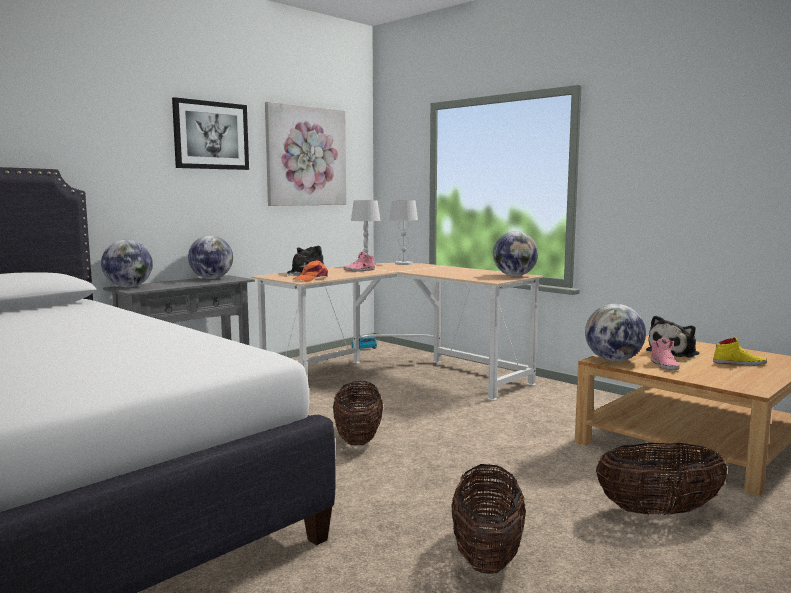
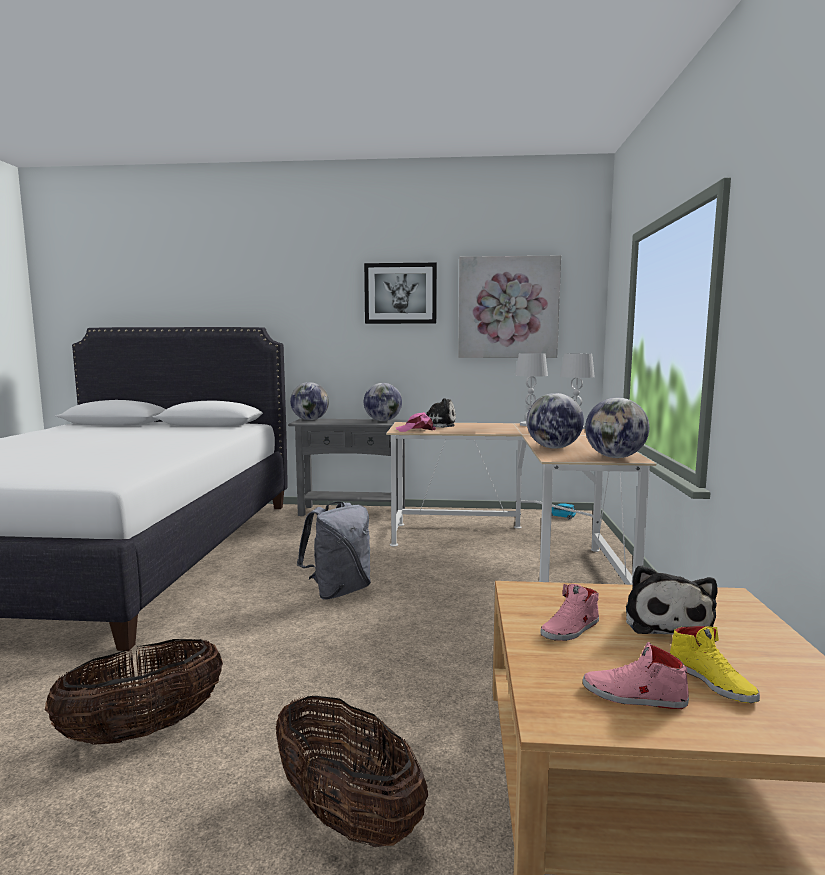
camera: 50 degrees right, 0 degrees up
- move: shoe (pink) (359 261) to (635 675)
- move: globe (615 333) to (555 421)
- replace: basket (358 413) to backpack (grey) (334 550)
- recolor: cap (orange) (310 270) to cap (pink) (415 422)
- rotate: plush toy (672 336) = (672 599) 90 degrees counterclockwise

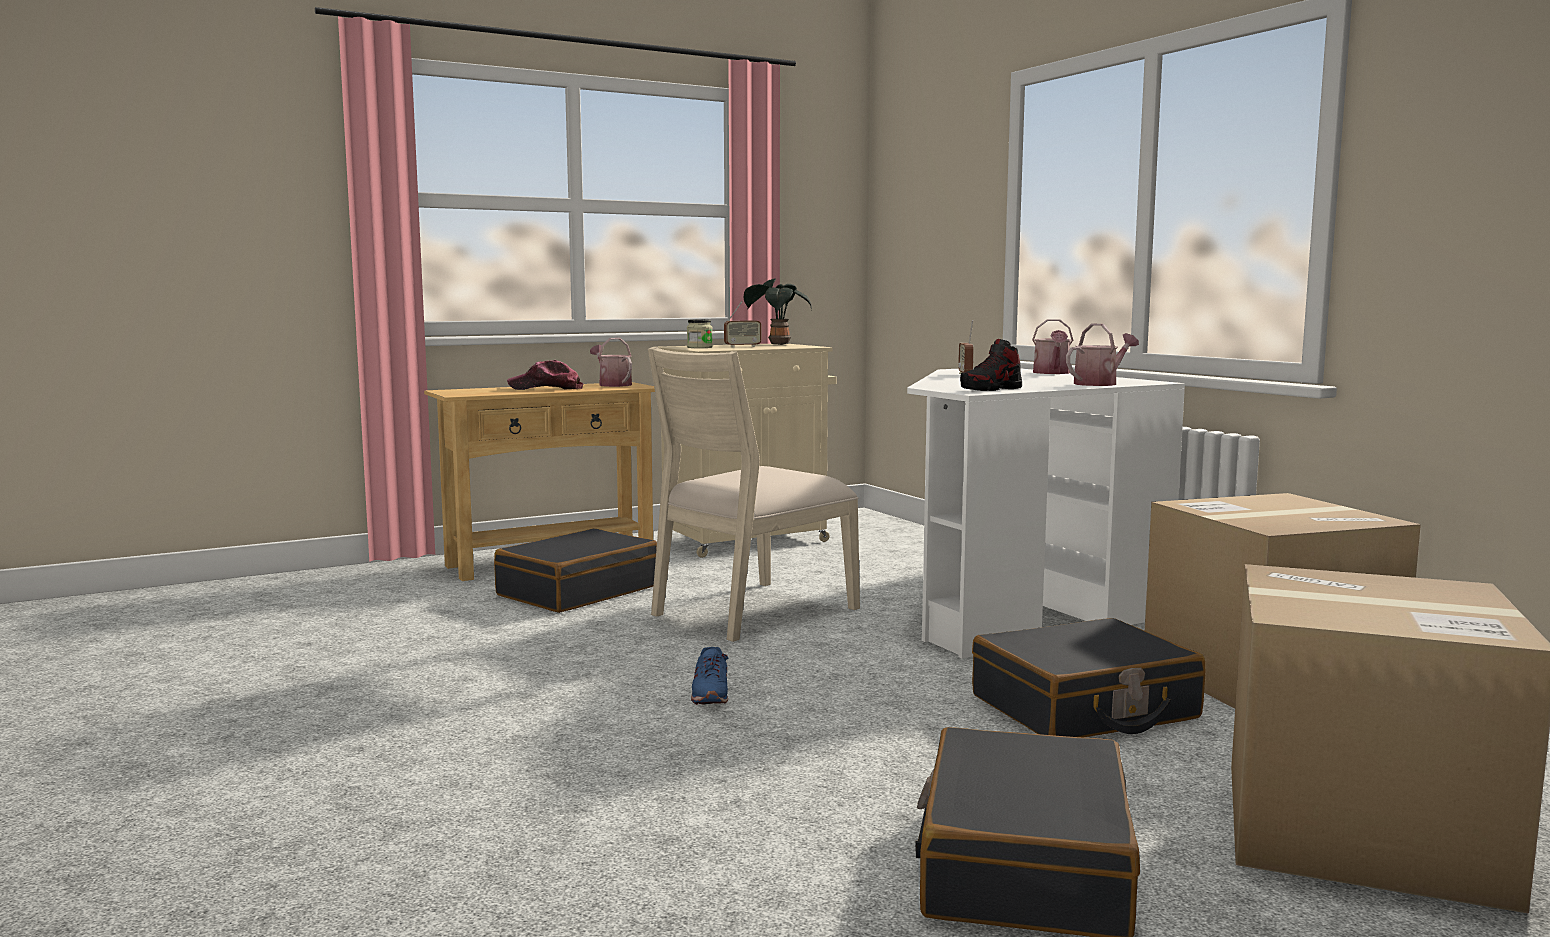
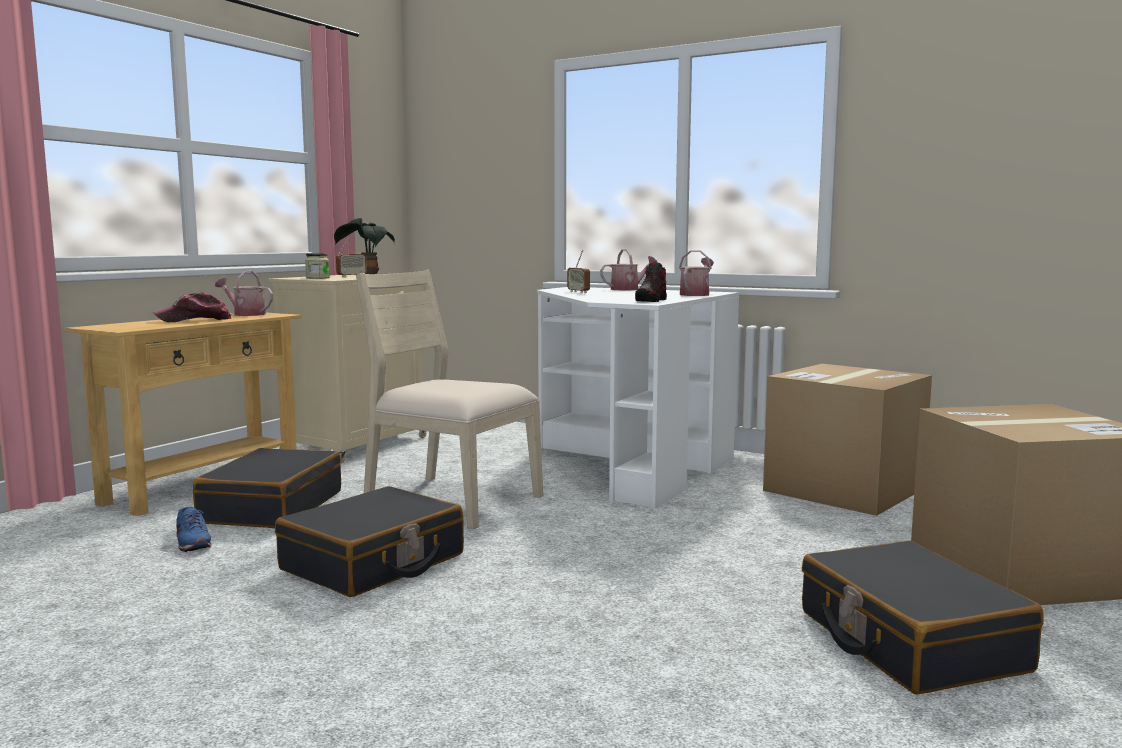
camera: 30 degrees left, 0 degrees up
- move: shoe (blue) (710 676) to (193 529)
- move: suitcase (black) (1088 677) to (369 541)
- rotate: chair (beige) (754 494) = (449 399) 105 degrees clockwise
- rotate: watering can (1052 346) = (629 269) 90 degrees counterclockwise

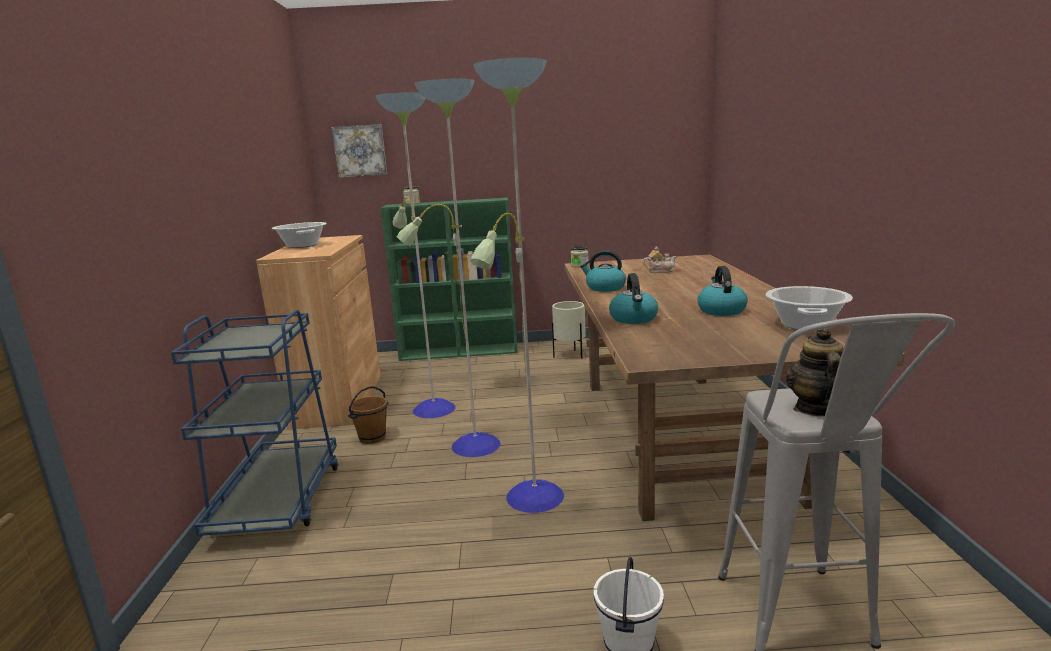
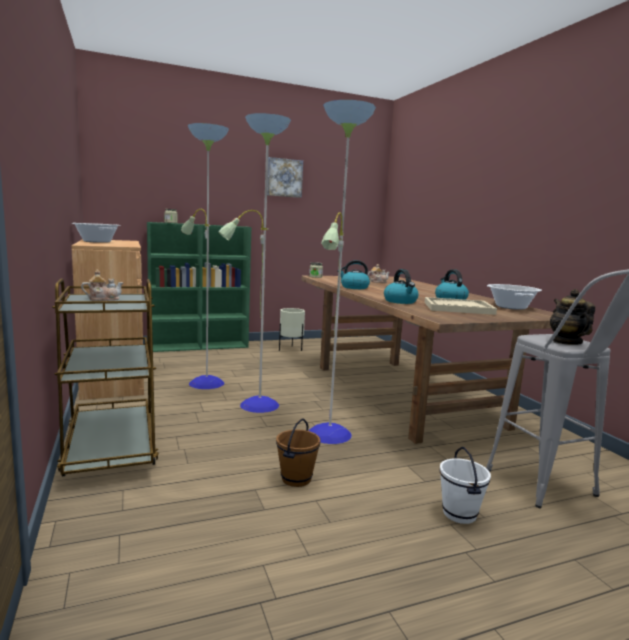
camera: 20 degrees left, 5 degrees down
- insert: teapot (102 285)
- insert: tray (beige) (460 306)
- move: picture (359 151) to (285 177)
- move: bucket (brown) (368 415) to (298 453)
- recolor: cart (blue) (255 422) to cart (brown) (105 377)

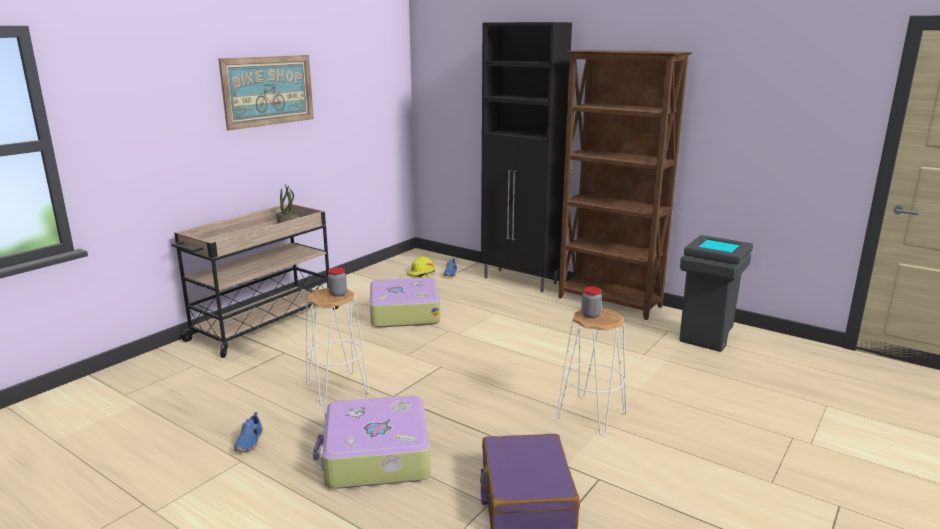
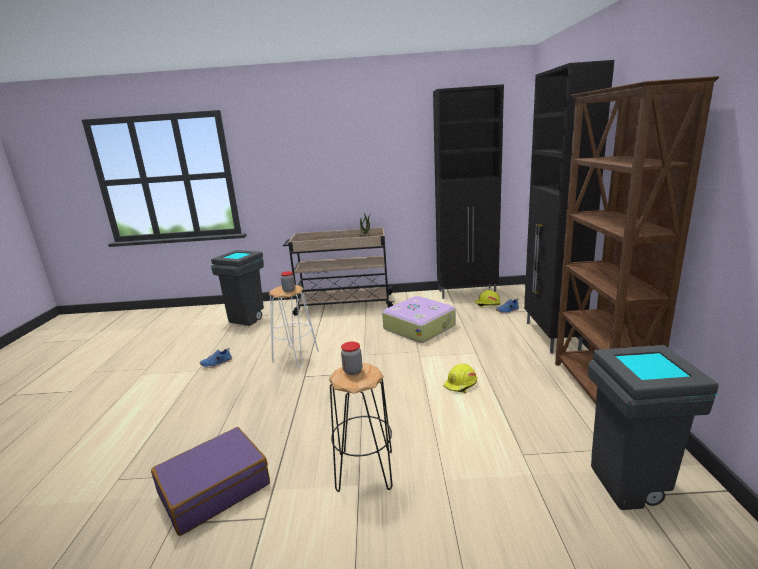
camera: 55 degrees right, 0 degrees up
- delete: picture (266 93)
- delete: suitcase (372 442)
- insert: trash can (grey) (237 288)
- insert: cabinet (black) (468 191)
- insert: hard hat (yellow) (460 378)
- recolor: stool (white) (592 372) to stool (black) (361 427)

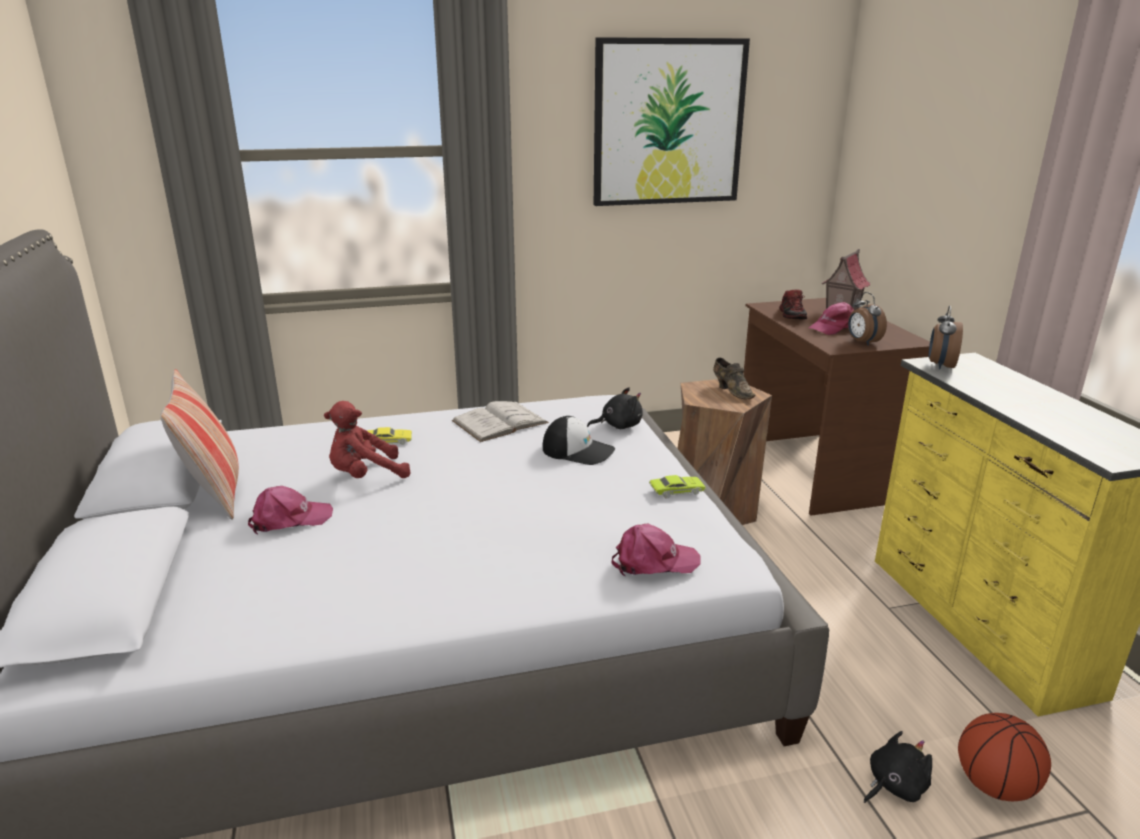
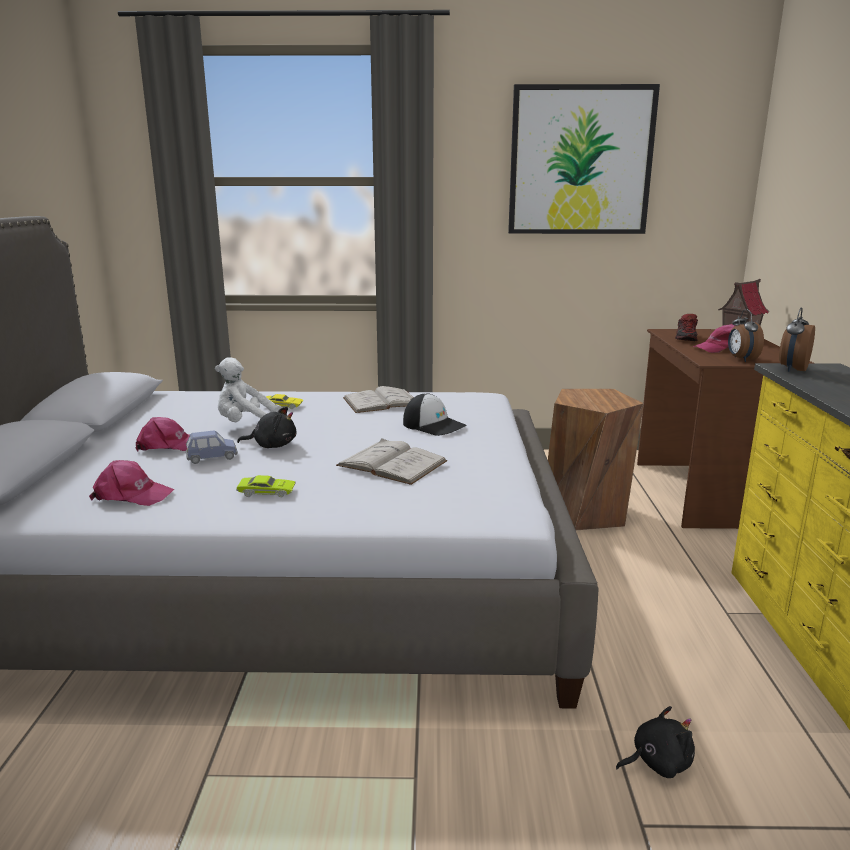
camera: 15 degrees right, 5 degrees down
- delete: pillow (199 444)
- delete: shoe (brown) (734 378)
- delete: basketball (1004 757)
- insert: toy car (blue) (212 447)
- insert: book (white) (391 461)
- move: plush toy (black) (615 408) to (266 427)
- move: cap (pink) (656 549) to (131 483)
- move: toy car (green) (677 486) to (266 486)
- recolor: plush toy (red) (367 439) to plush toy (white) (248 389)

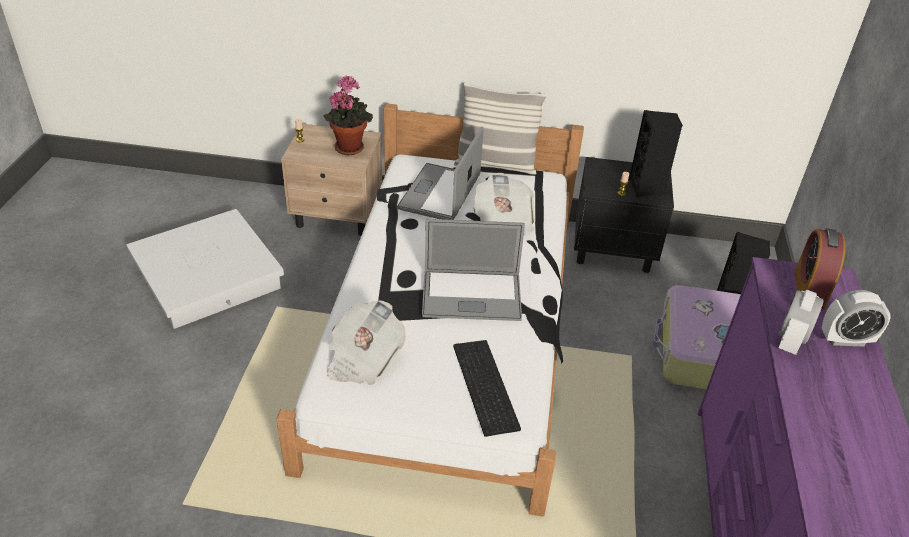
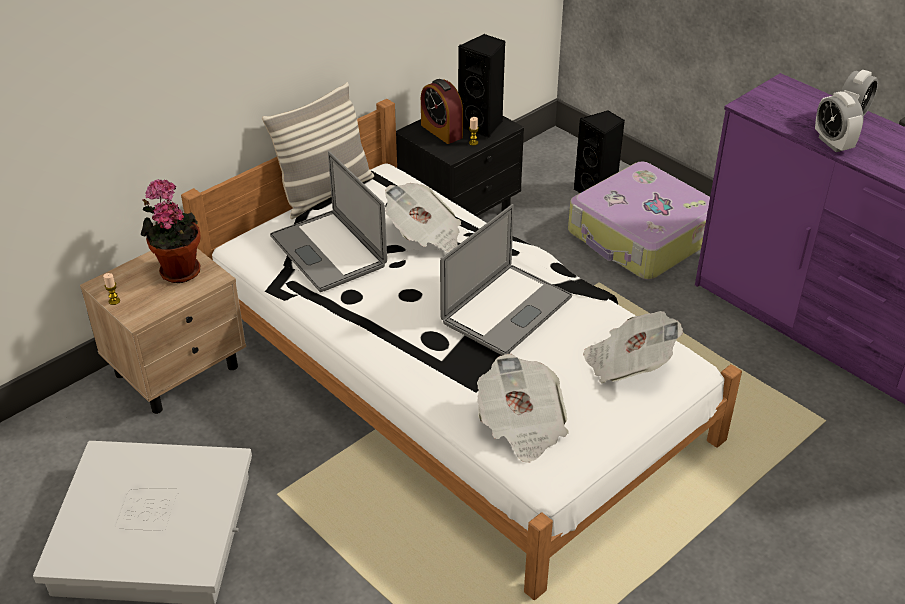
camera: 50 degrees left, 0 degrees up
- move: alarm clock (820 269) to (442 111)
- replace: keyboard (487 388) to newspaper (633 347)

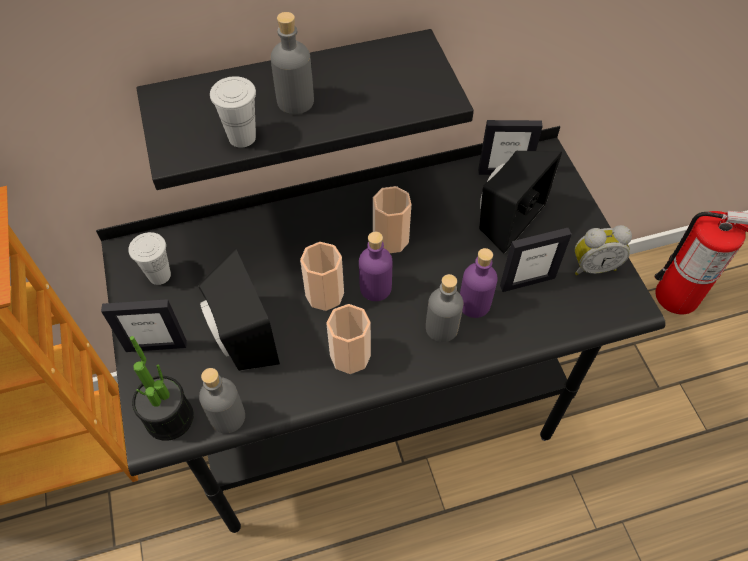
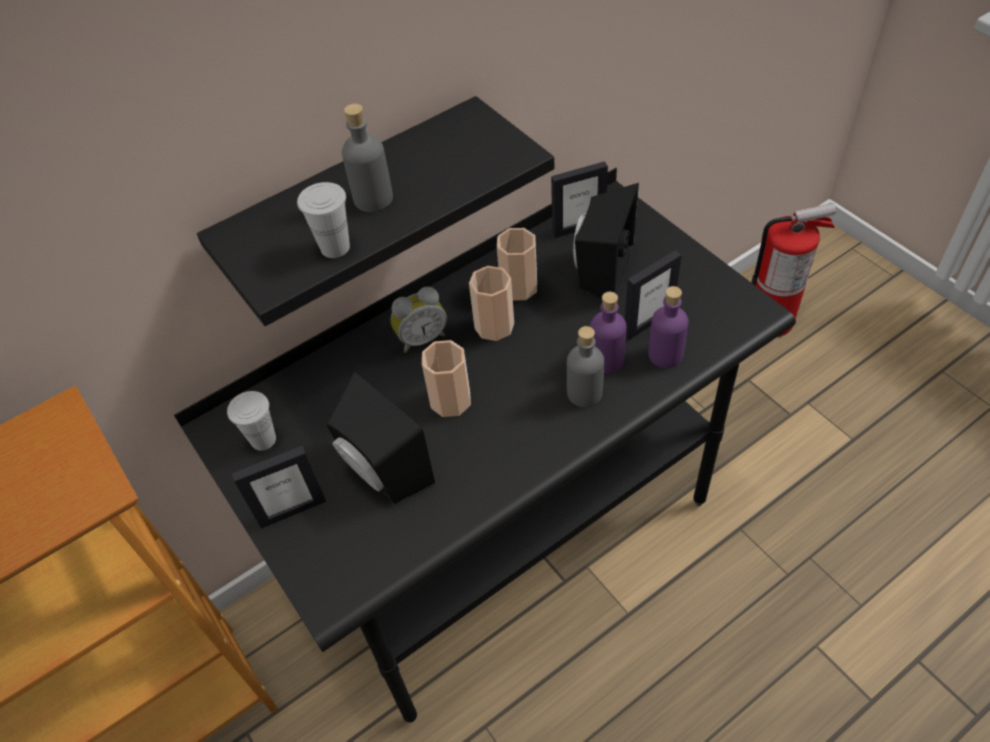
camera: 15 degrees left, 5 degrees down
- delete: potted plant (162 388)
- delete: bottle (grey) (222 401)
- move: cup (348 339) to (517 264)
- move: bottle (purple) (375 266) to (668 327)
- move: alarm clock (603 250) to (418 320)

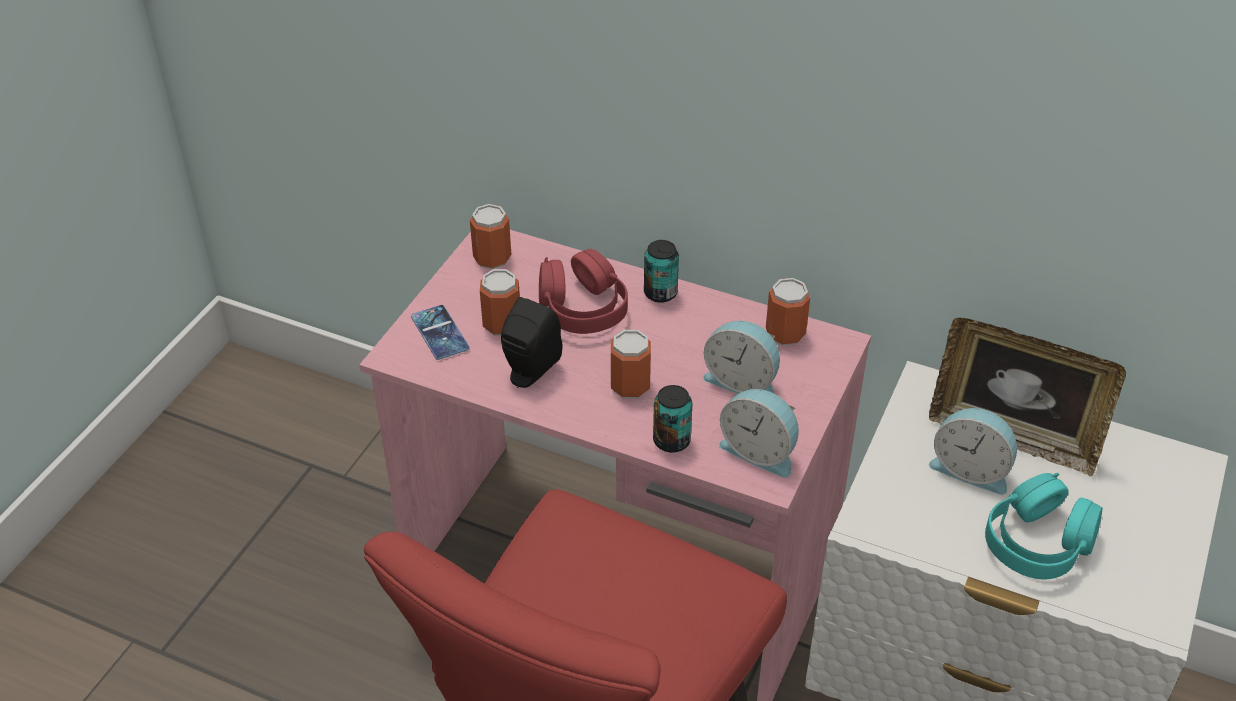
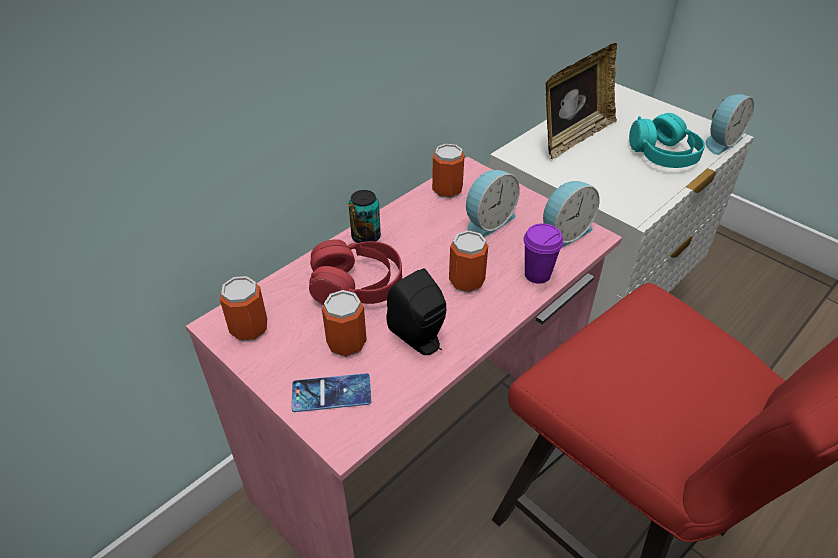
camera: 70 degrees left, 0 degrees up
- move: alarm clock (973 451) to (730 124)
- replace: can (673 419) to cup (purple) (543 253)

